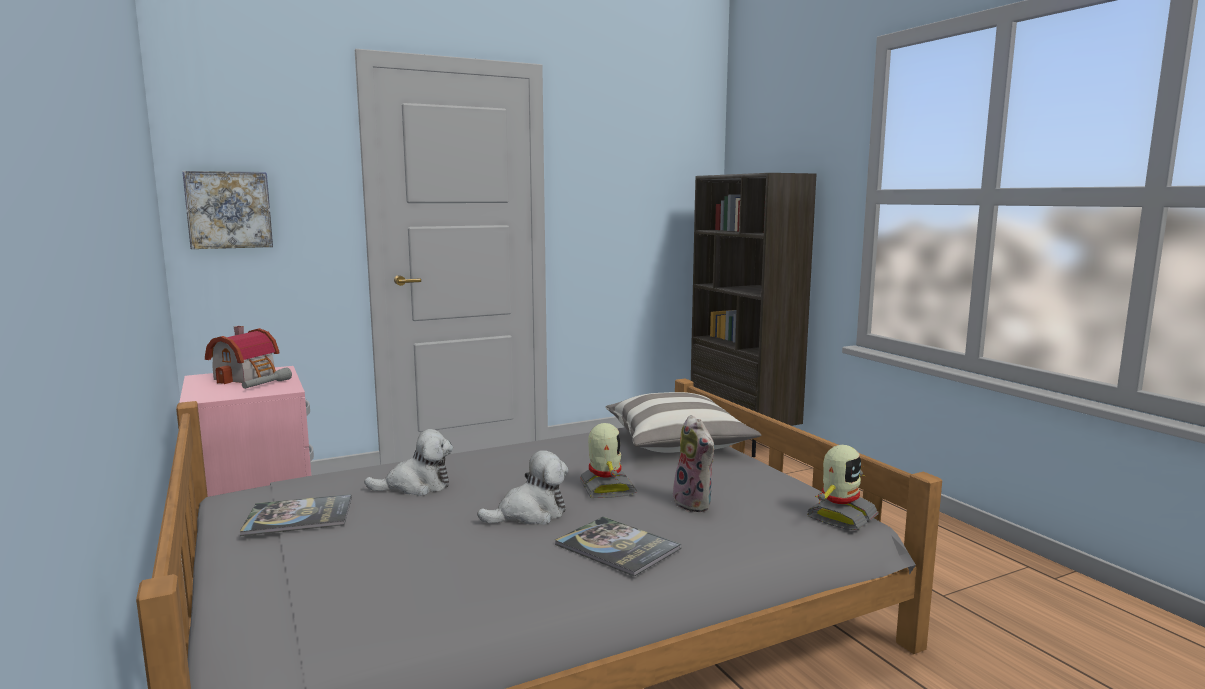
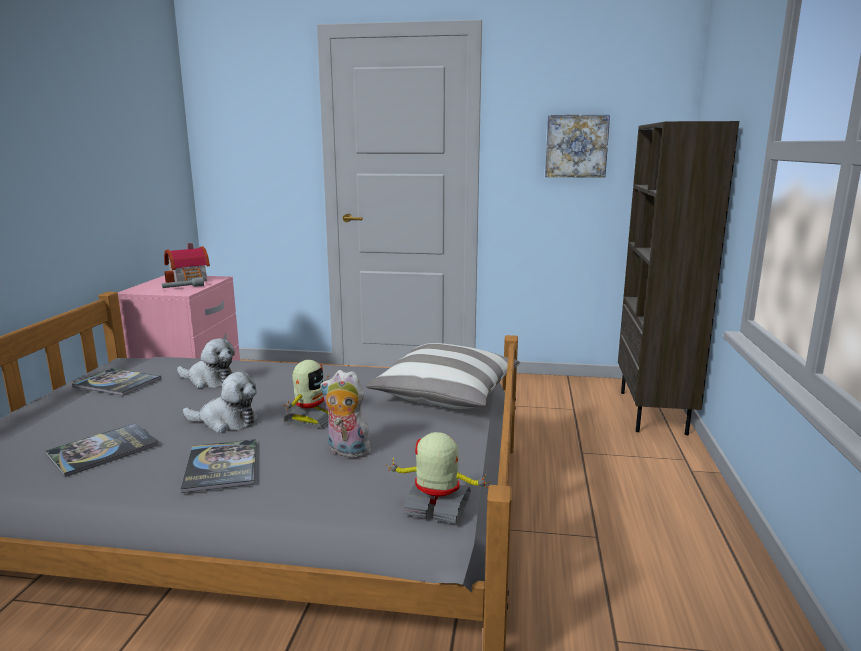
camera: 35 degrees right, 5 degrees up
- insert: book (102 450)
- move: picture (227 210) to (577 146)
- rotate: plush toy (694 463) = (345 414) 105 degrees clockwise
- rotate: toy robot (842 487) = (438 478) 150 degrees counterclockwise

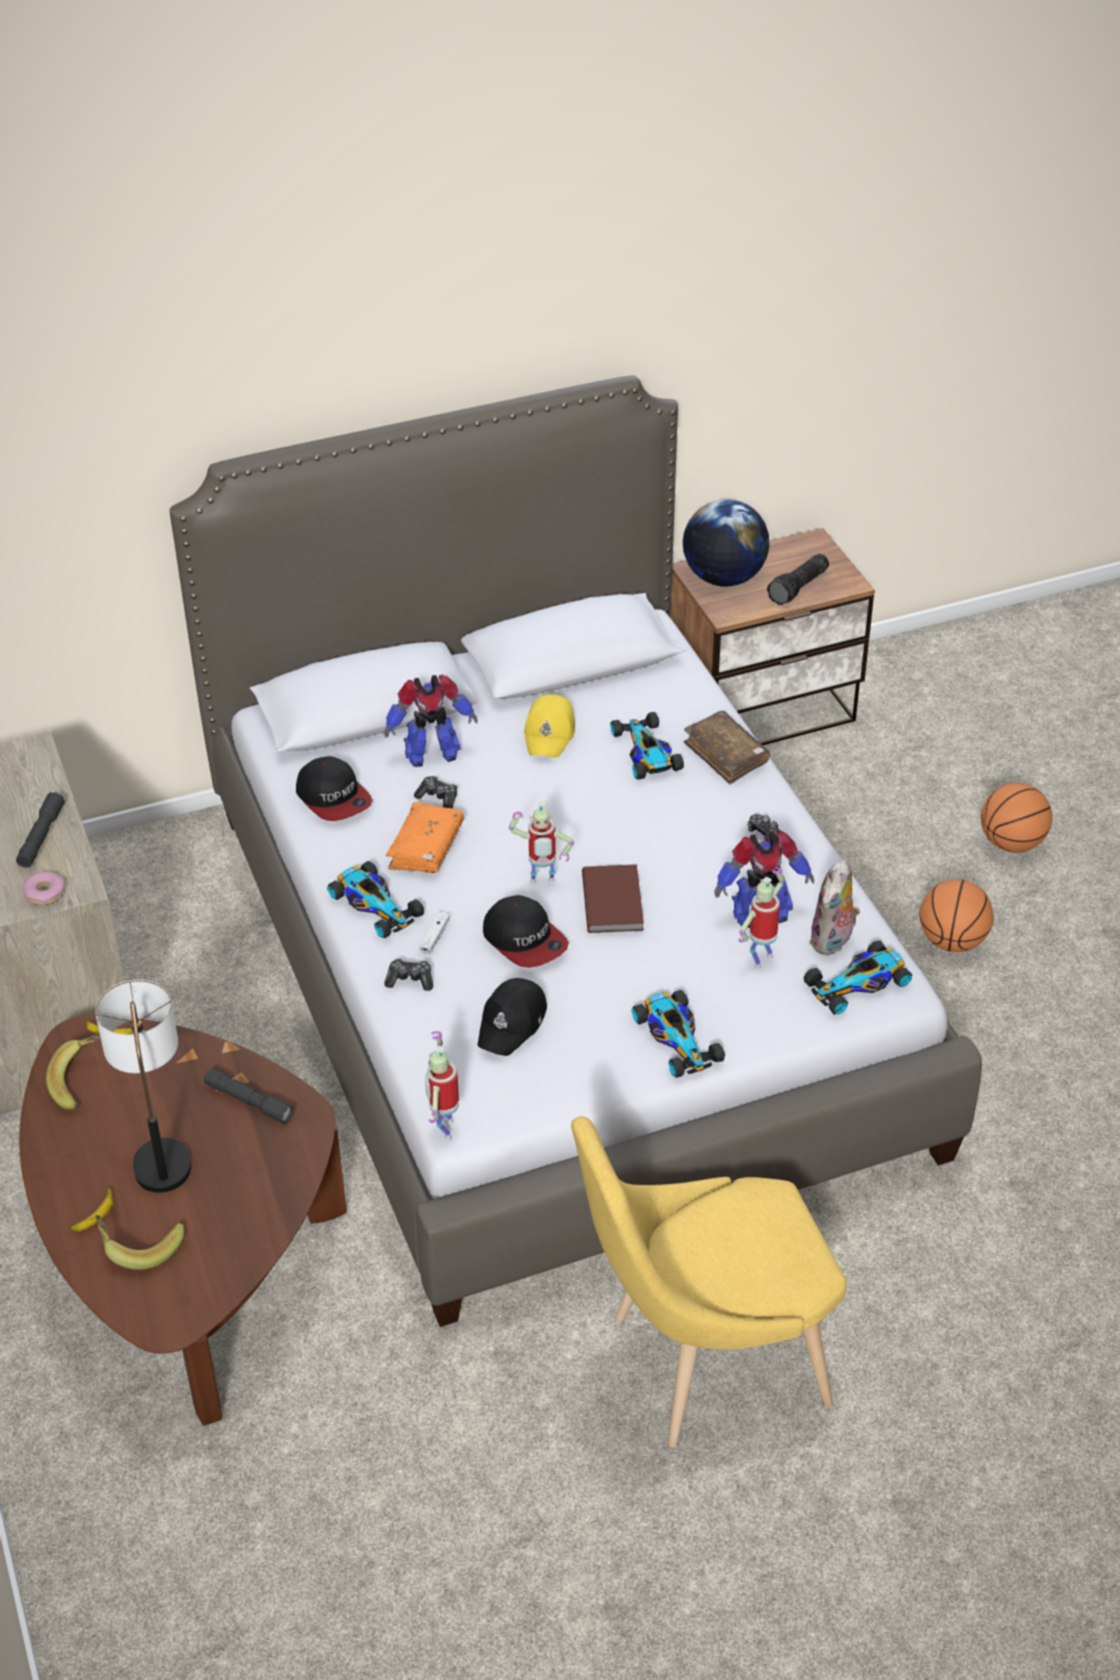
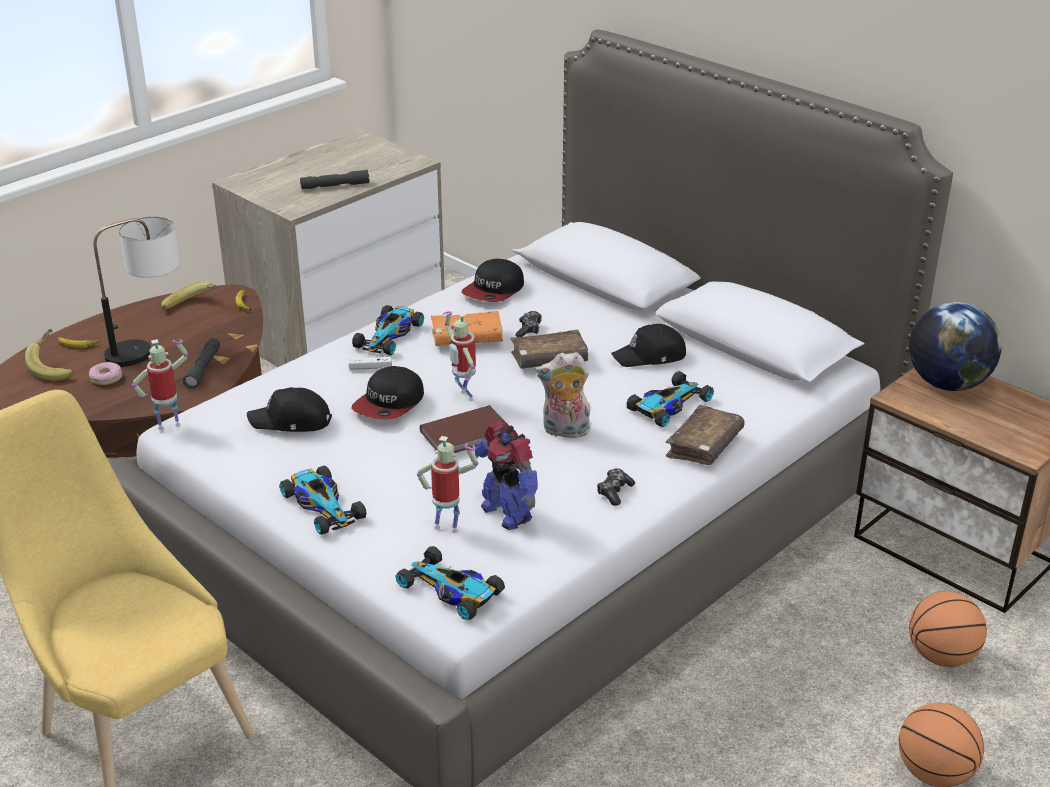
camera: 65 degrees right, 10 degrees down
- delete: toy robot (431 720)
- delete: game controller (408 974)
- delete: flashlight (798 579)
- insert: book (brown) (549 349)
- move: donut (44 888) to (105 373)
- move: plush toy (834 907) to (563 395)
- move: basketball (956 915) to (948 629)
- recolor: cap (yellow) (549 726) to cap (black) (648 345)
- rotate: toy car (678 1034) = (322 500) 75 degrees counterclockwise

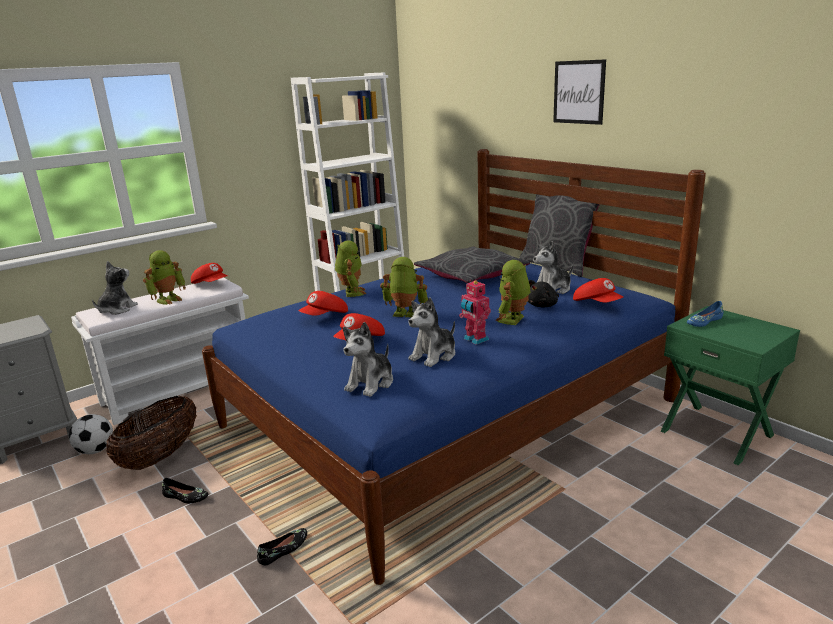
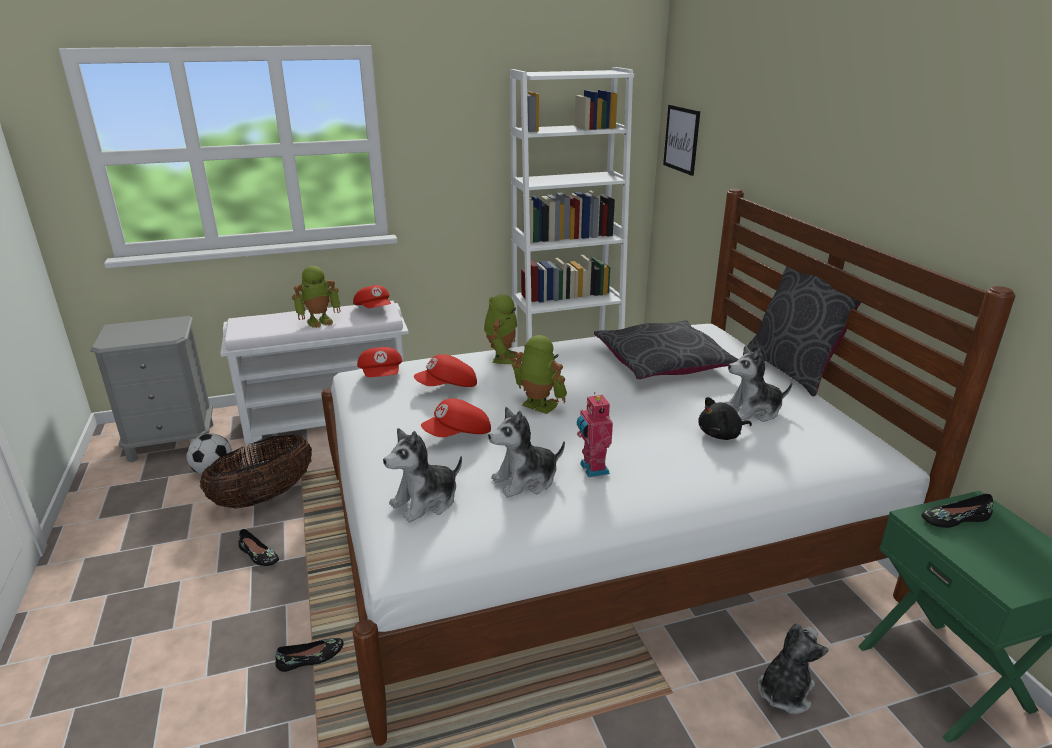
camera: 20 degrees right, 5 degrees up
- delete: toy robot (513 292)
- move: plush toy (115 288) to (793 668)
- move: picture (579 92) to (681 140)
- move: cap (red) (598 290) to (380 362)
- recolor: bed (blue) (454 367) to bed (white) (668 467)
- recolor: shoe (blue) (705 314) to shoe (black) (957 511)

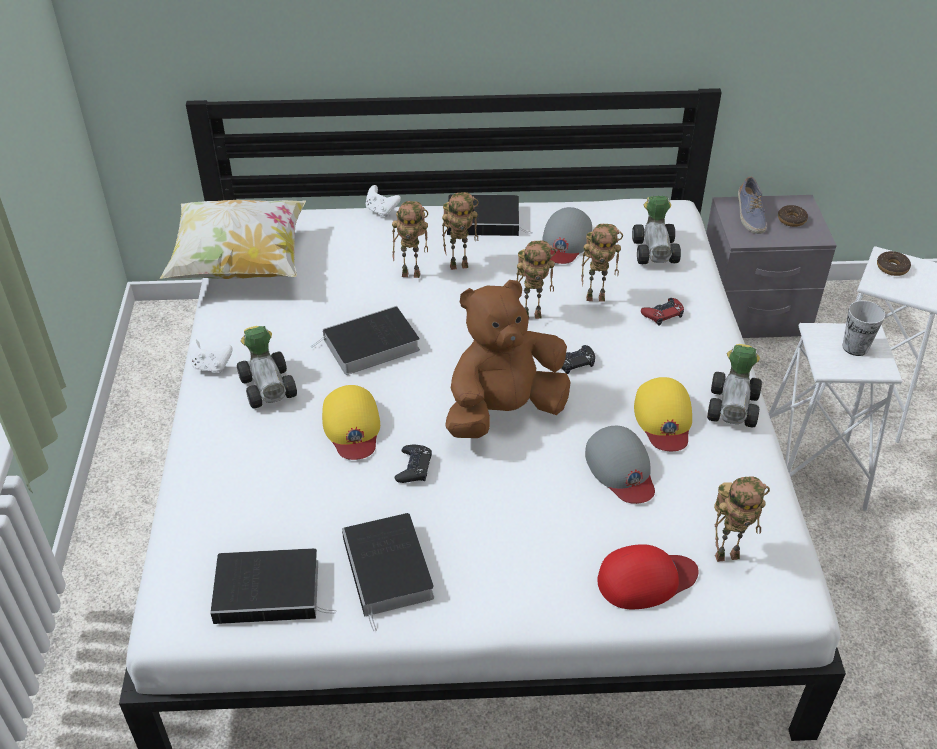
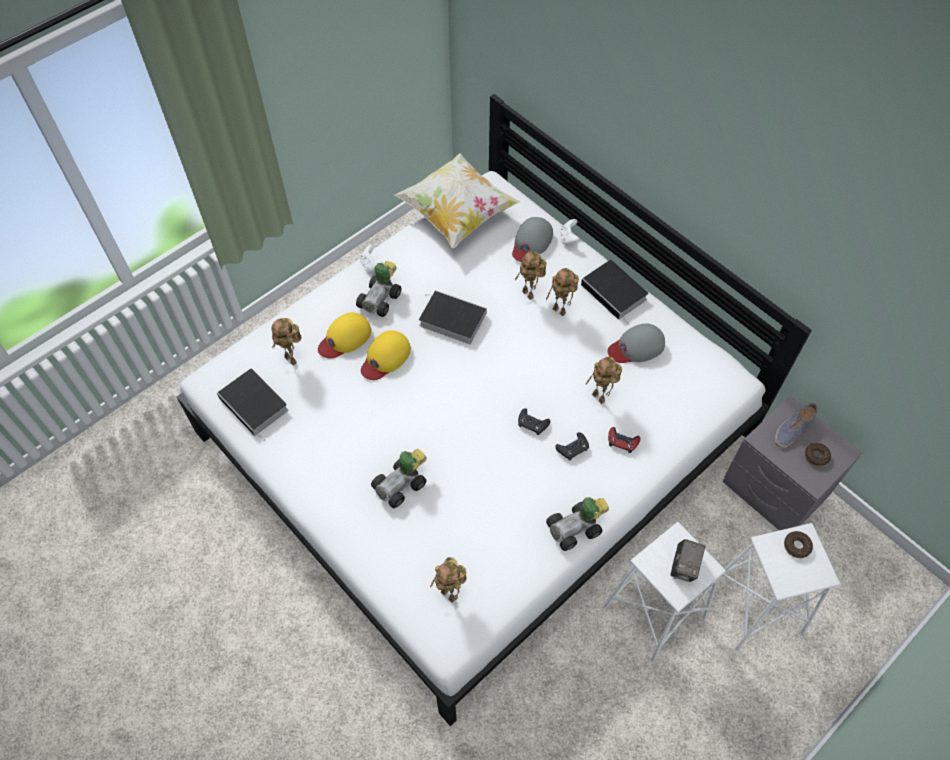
camera: 50 degrees right, 15 degrees up
- delete: book (388 572)
- delete: plush toy (brown) (508 359)
- delete: cap (red) (648 576)
- move: game controller (black) (413 464) to (572 446)
- move: toy robot (536 280) to (286 342)
- move: cap (grey) (620 465) to (532 239)
- move: toy car (656 230) to (399 478)
- move: cap (yellow) (663 414) to (344 335)
- replace: cup (864 328) to photo camera (687 560)

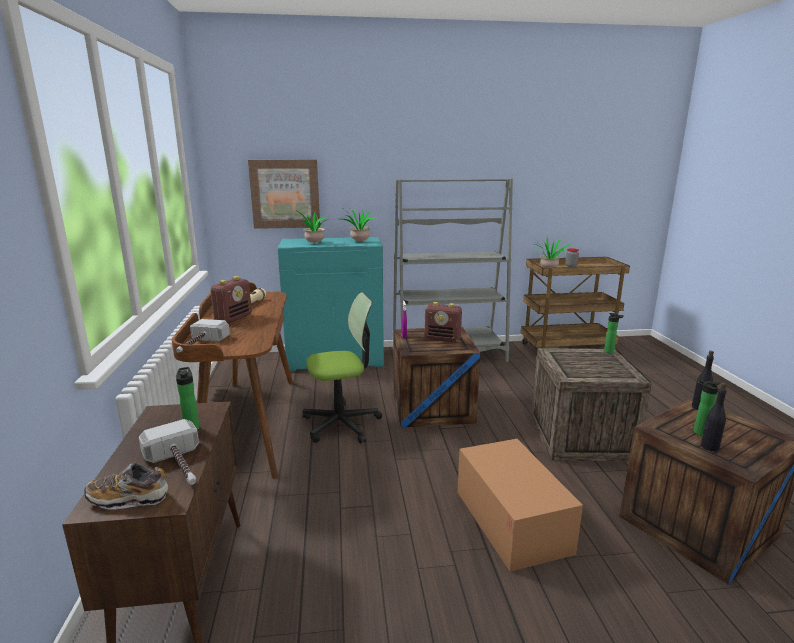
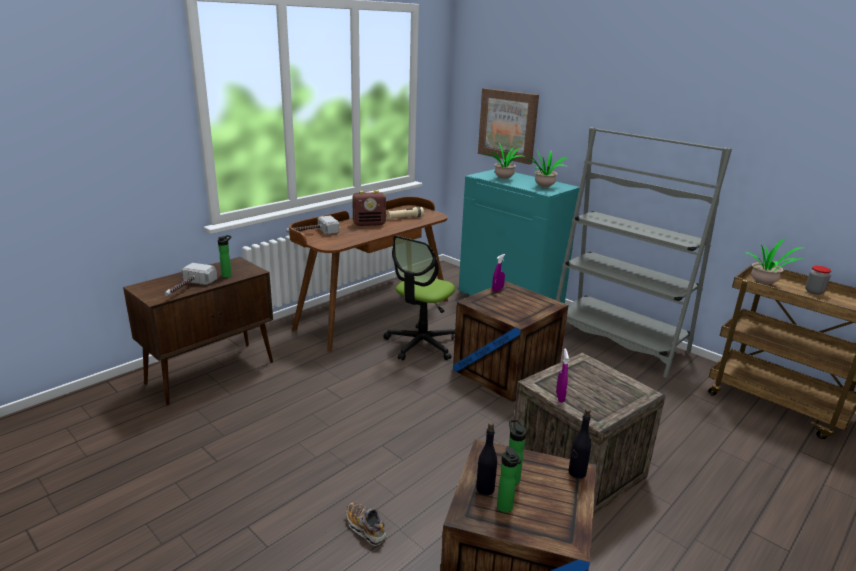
camera: 50 degrees right, 5 degrees up
- delete: radio (443 322)
- delete: cardboard box (520 505)
- insert: spray bottle (purple) (562 375)
- move: shoe (126 486) to (366 524)
- move: bottle (613 333) to (509 479)
- rotate: office chair (342 368) = (419 297) 90 degrees clockwise

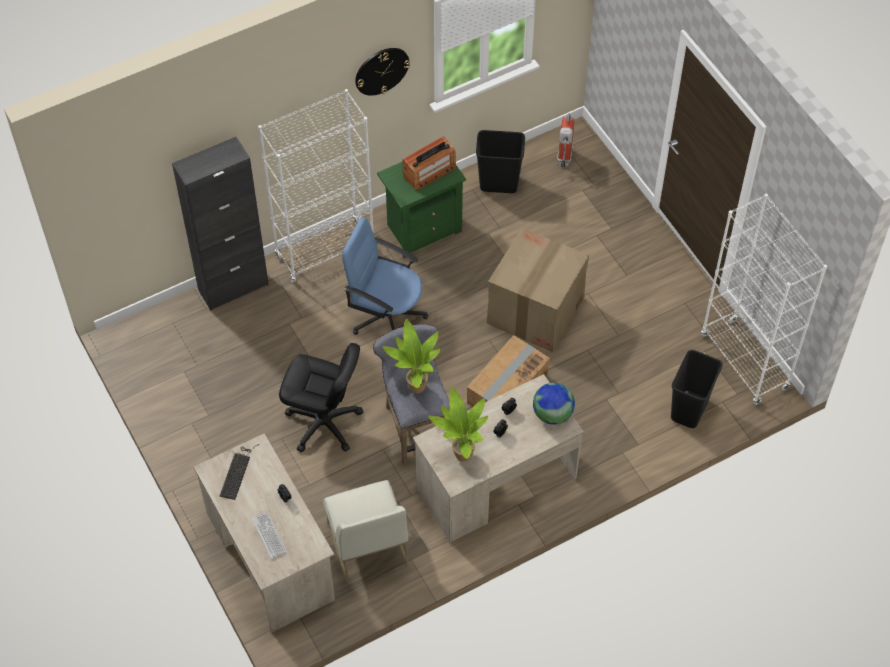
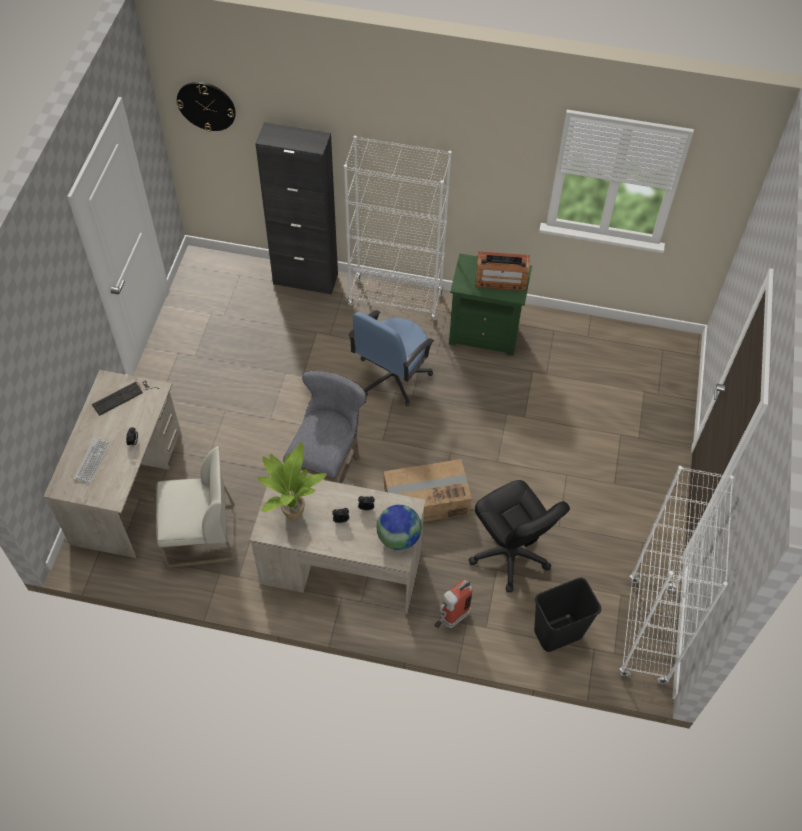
camera: 40 degrees right, 0 degrees up
- delete: potted plant (412 356)
- delete: trash can (black) (500 161)
- delete: cardboard box (538 290)
- move: office chair (black) (321 397) to (519 536)
- move: wall clock (382 71) to (206 107)
- move: fire extinguisher (565 140) to (453 604)
- rotate: chair (white) (366 532) = (196 506) 120 degrees counterclockwise
- rotate: office chair (blue) (385 276) = (391 358) 120 degrees counterclockwise

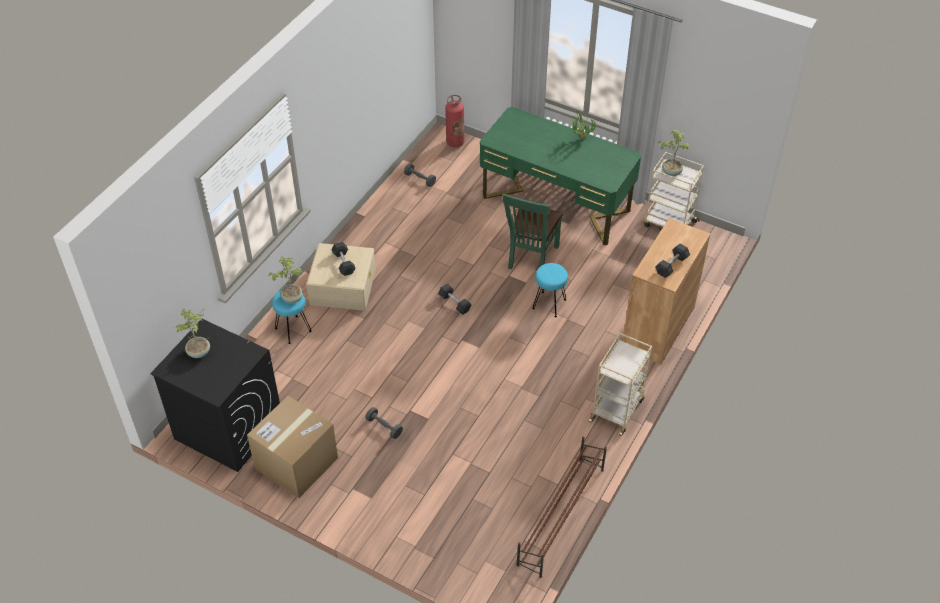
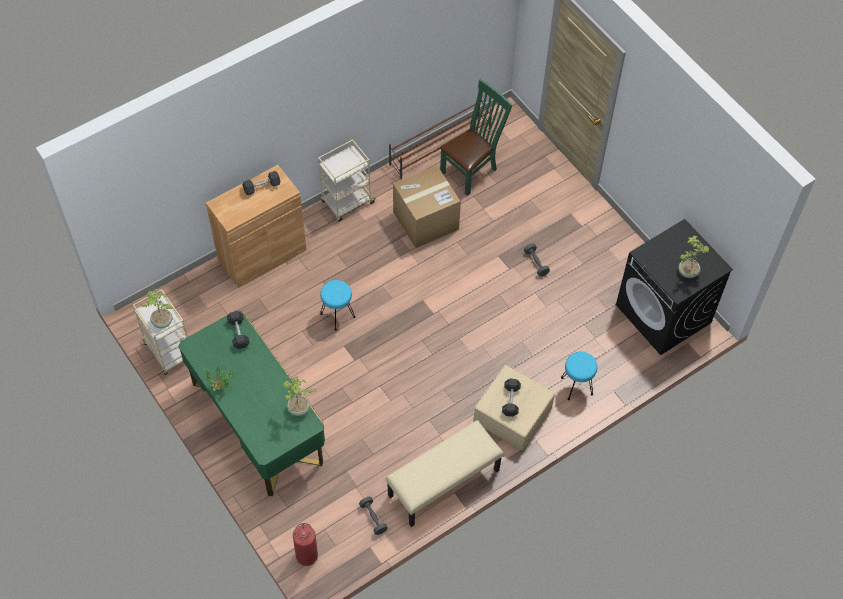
camera: 155 degrees left, 10 degrees up
- insert: bench (beige) (445 473)
- move: cardboard box (292 447) to (427 206)
- move: potted plant (286 280) to (299 396)
- move: dumbbell (grey) (455 299) to (238 330)
- move: chair (green) (533 231) to (476 137)

